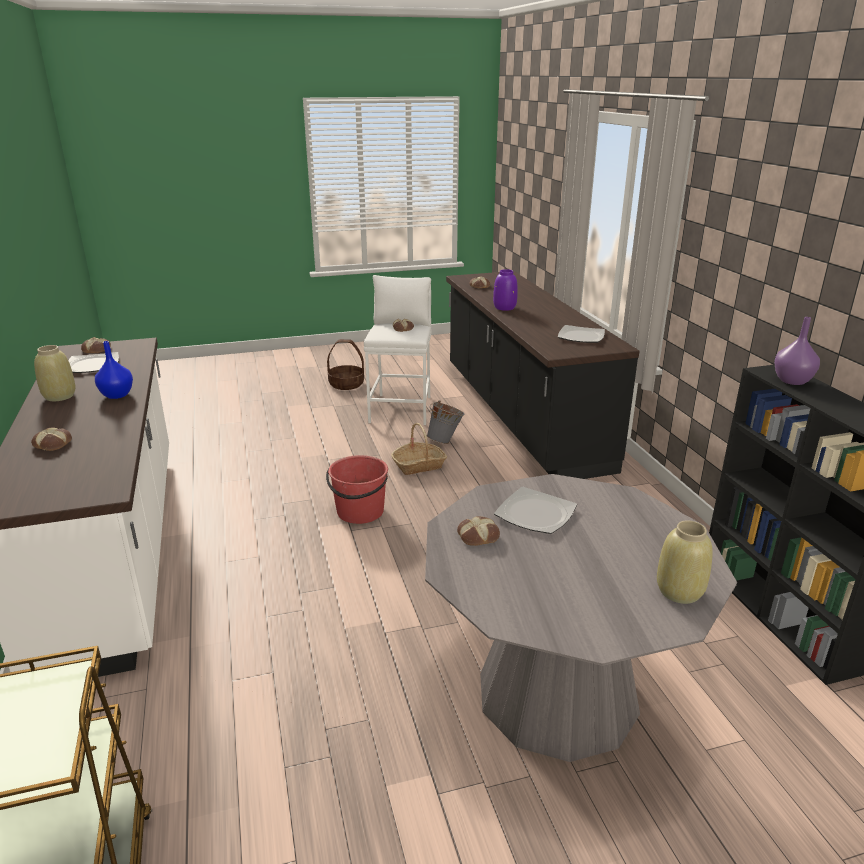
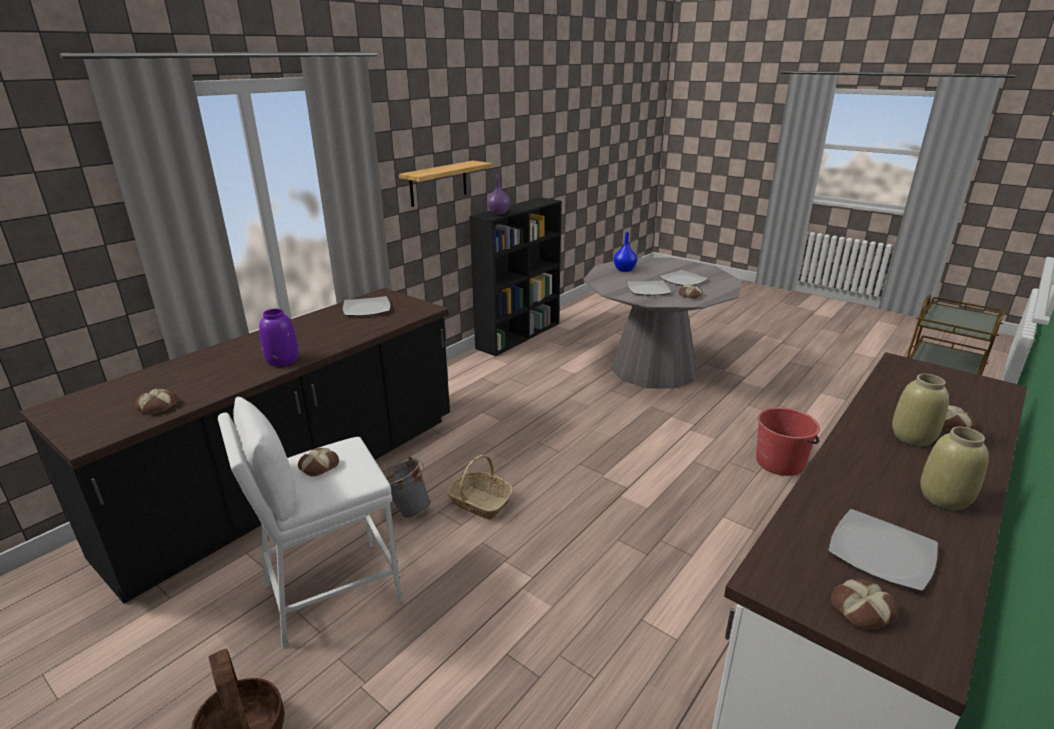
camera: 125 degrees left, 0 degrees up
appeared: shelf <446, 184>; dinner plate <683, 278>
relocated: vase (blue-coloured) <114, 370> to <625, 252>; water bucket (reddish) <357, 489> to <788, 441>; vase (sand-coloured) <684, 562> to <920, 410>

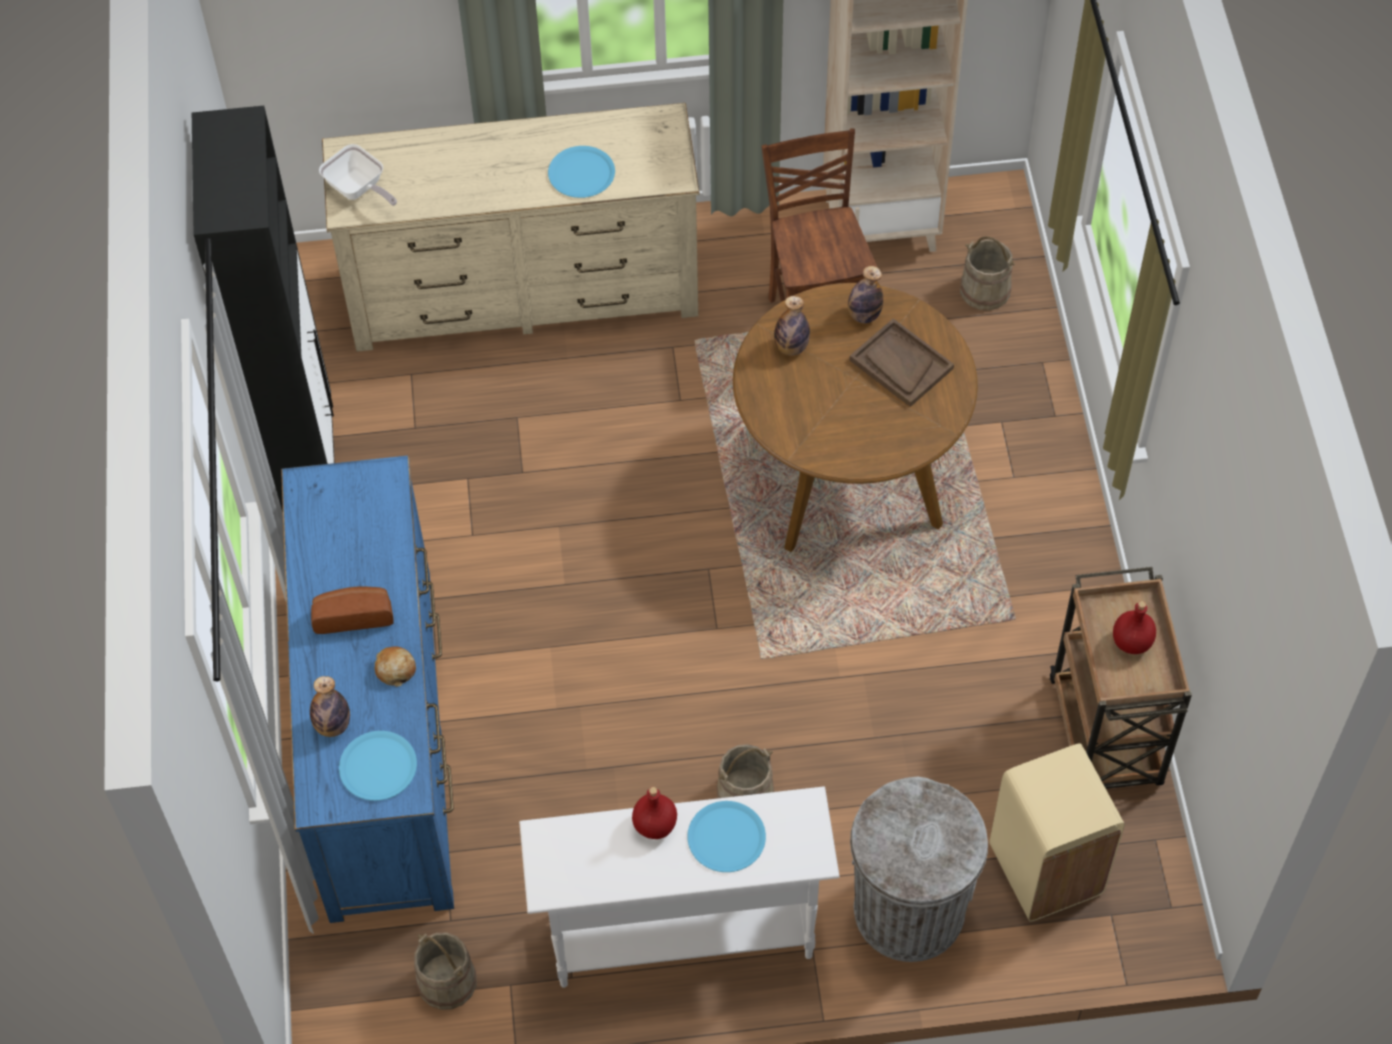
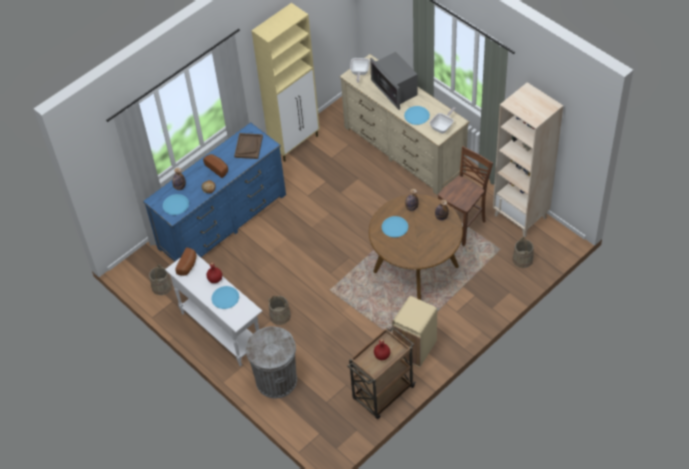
camera: 55 degrees right, 5 degrees down
appeared: bakery bread <186, 261>; kitchen microwave <394, 81>; dinner plate (blue-coloured) <395, 226>; frying pan <442, 120>
relocated: carrying tray (brown-coloured) <901, 363> to <248, 146>; rubbish bin (sand-coloured) <1057, 832> to <414, 331>
colour: cabinet (black) <263, 309> to cabinet (sand-coloured) <285, 82>

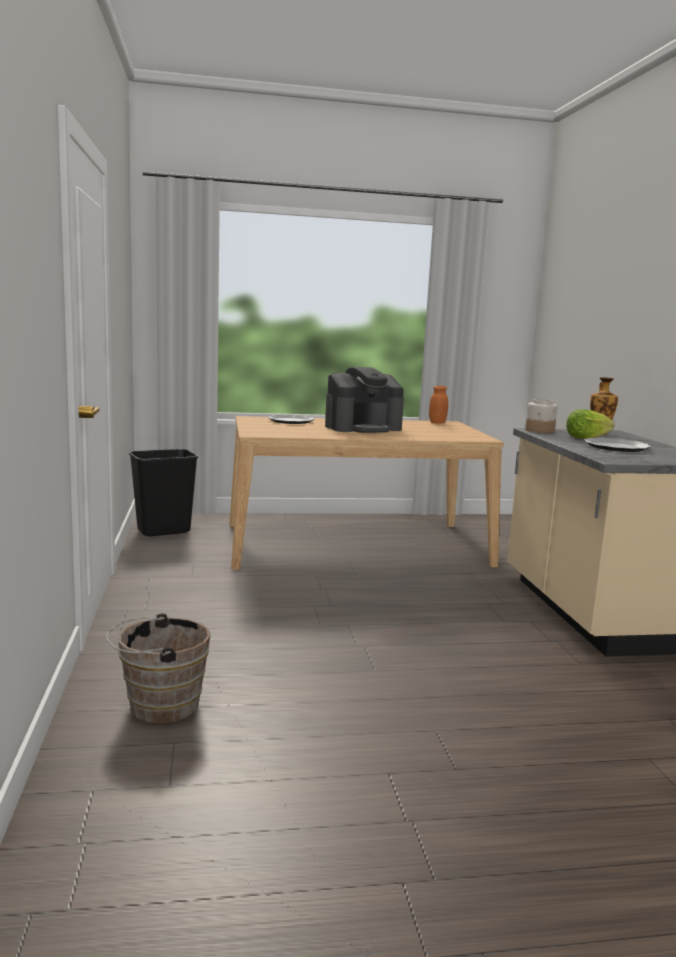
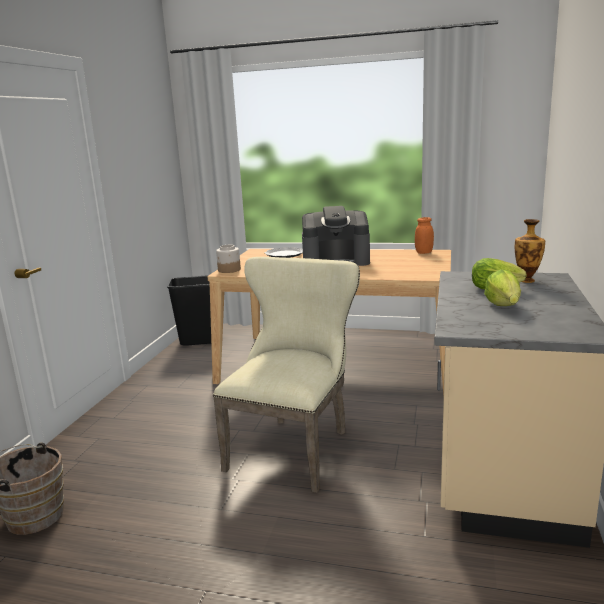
camera: 25 degrees right, 5 degrees up
appeared: plain chair (sand-coloured) <286, 375>
relocated: preserve jar <541, 416> to <228, 259>
exchanged: dinner plate <617, 445> to lettuce head <502, 287>

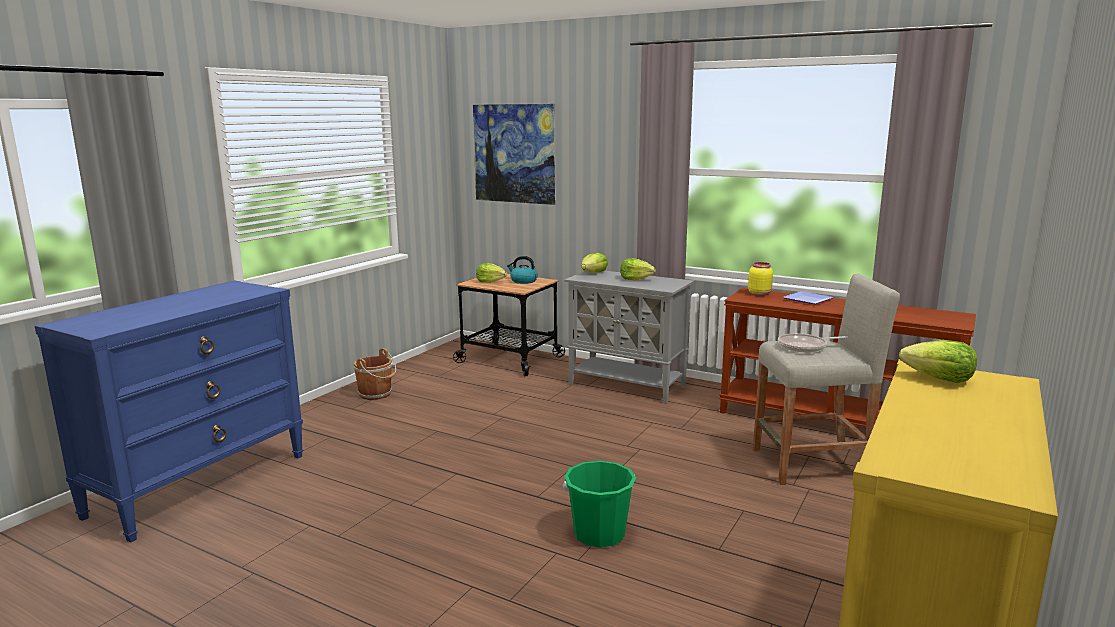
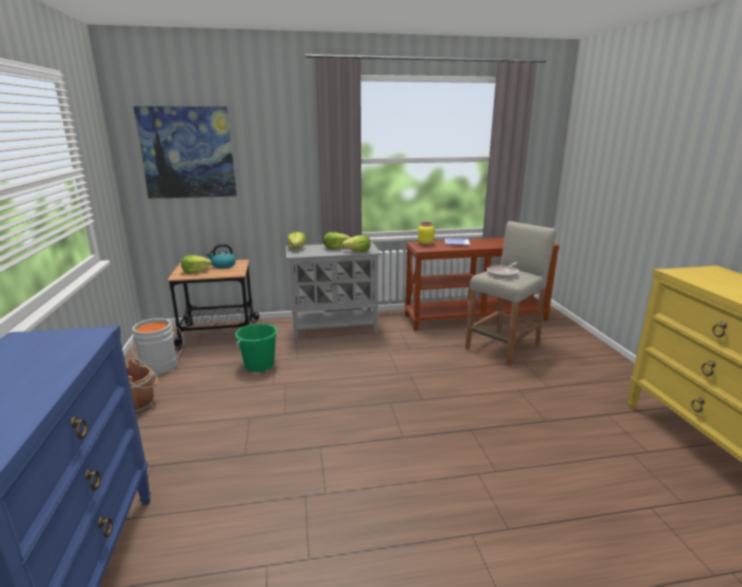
camera: 40 degrees left, 5 degrees up
appeared: water bucket (greyish) <157, 346>
relocated: water bucket (greenish) <599, 504> to <256, 348>; lettuce head <938, 361> to <356, 243>

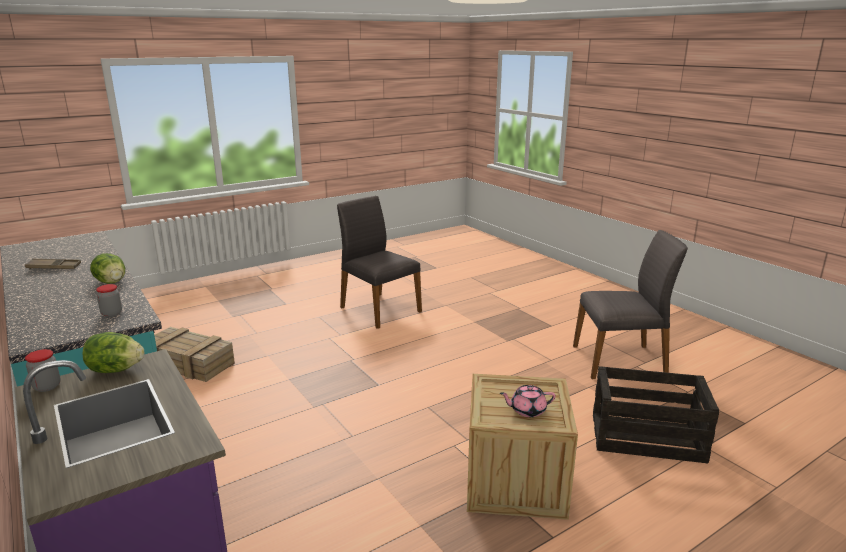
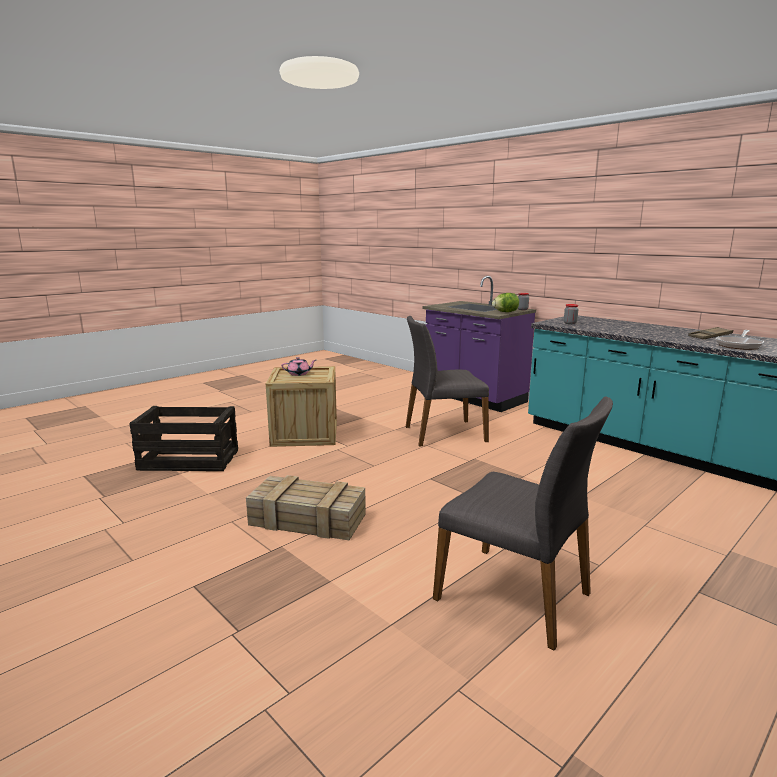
camera: 170 degrees right, 5 degrees down
missing: lettuce head <107, 268>
appeared: frying pan <740, 340>
relocated: crate <194, 354> to <306, 507>; plain chair (greyish) <630, 304> to <447, 381>

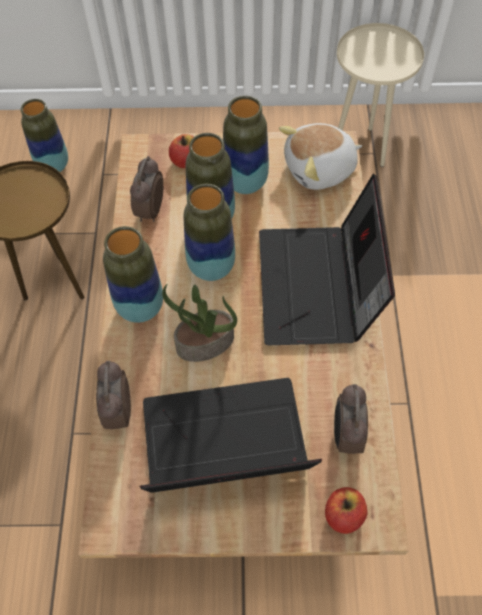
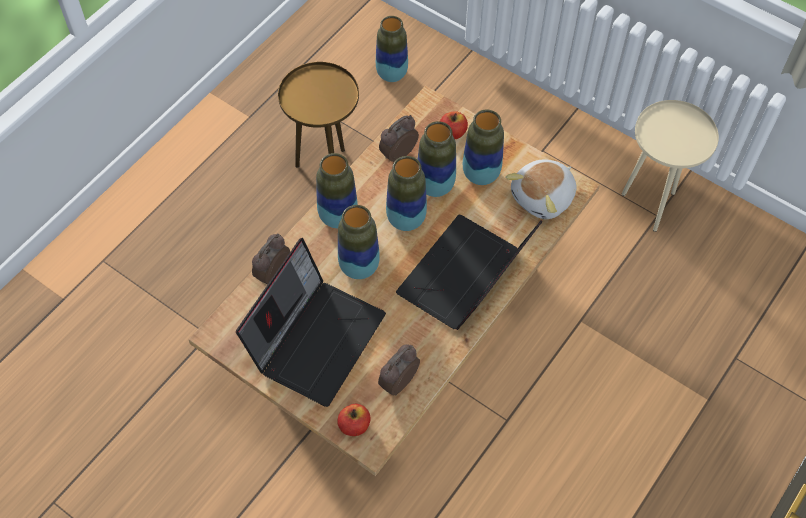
camera: 35 degrees right, 0 degrees up
exchanged: potted plant <199, 323> to vase <359, 242>
spun: laptop <231, 435> = <311, 322> 90 degrees clockwise; soft toy <320, 156> = <541, 189> 60 degrees counterclockwise

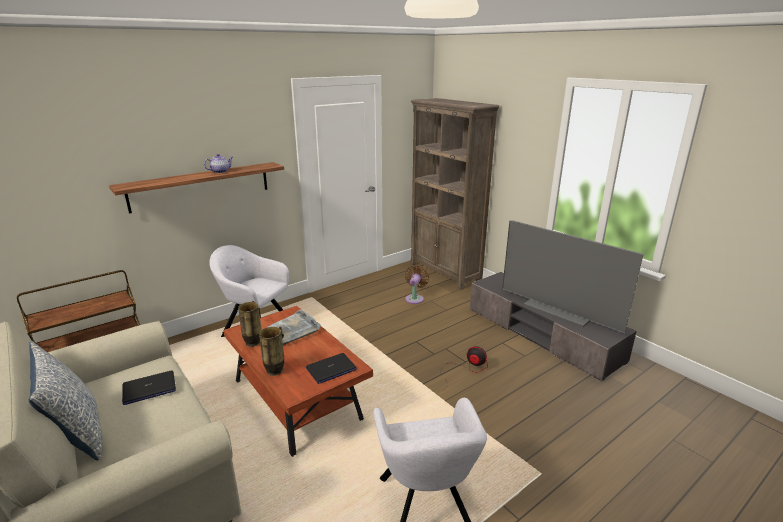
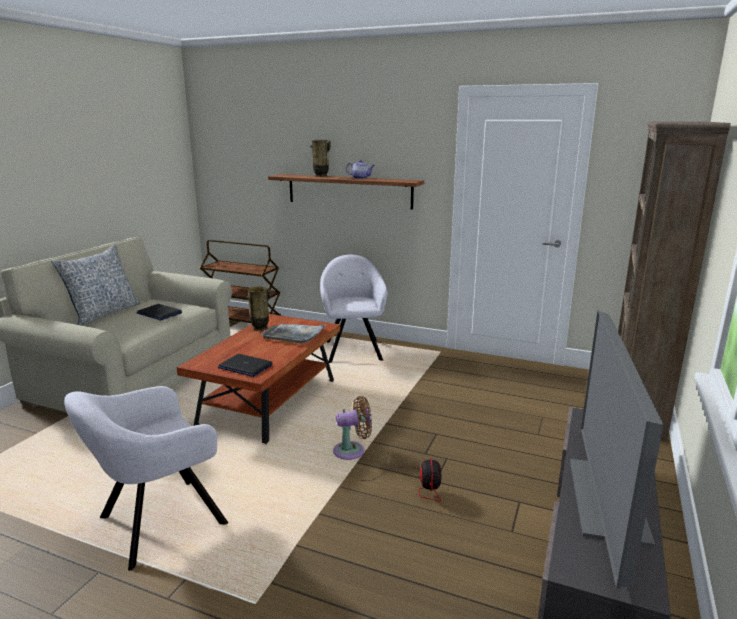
camera: 60 degrees right, 5 degrees down
relocated: vase <271, 351> to <320, 158>; fan (brown-coloured) <417, 284> to <352, 428>

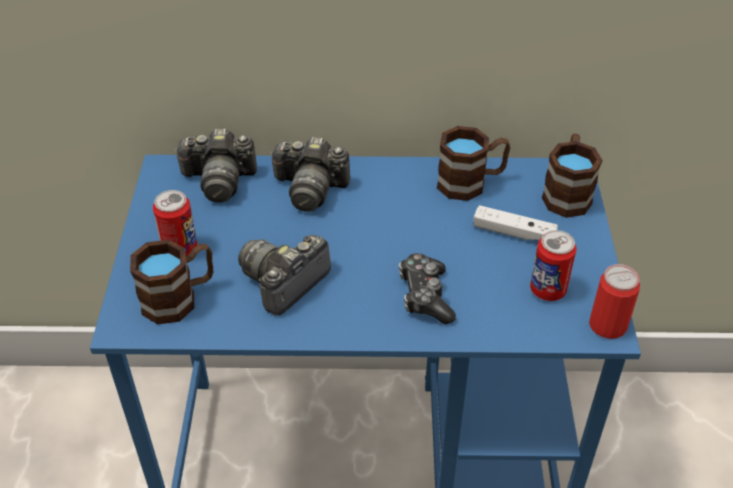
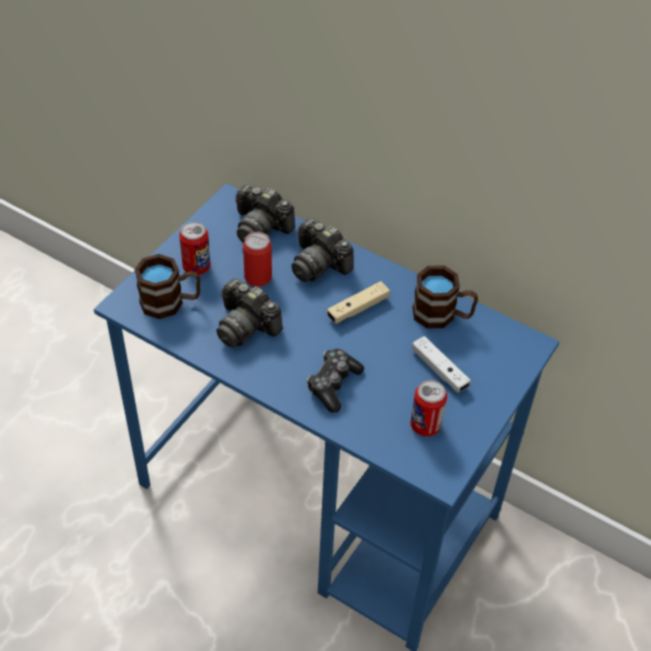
camera: 30 degrees right, 5 degrees up
missing: coffee mug (brown-coloured) <572, 176>
appeared: game controller (sand-coloured) <358, 302>
relocated: can <614, 301> to <257, 259>
spun: photo camera <284, 275> = <249, 312> 120 degrees counterclockwise

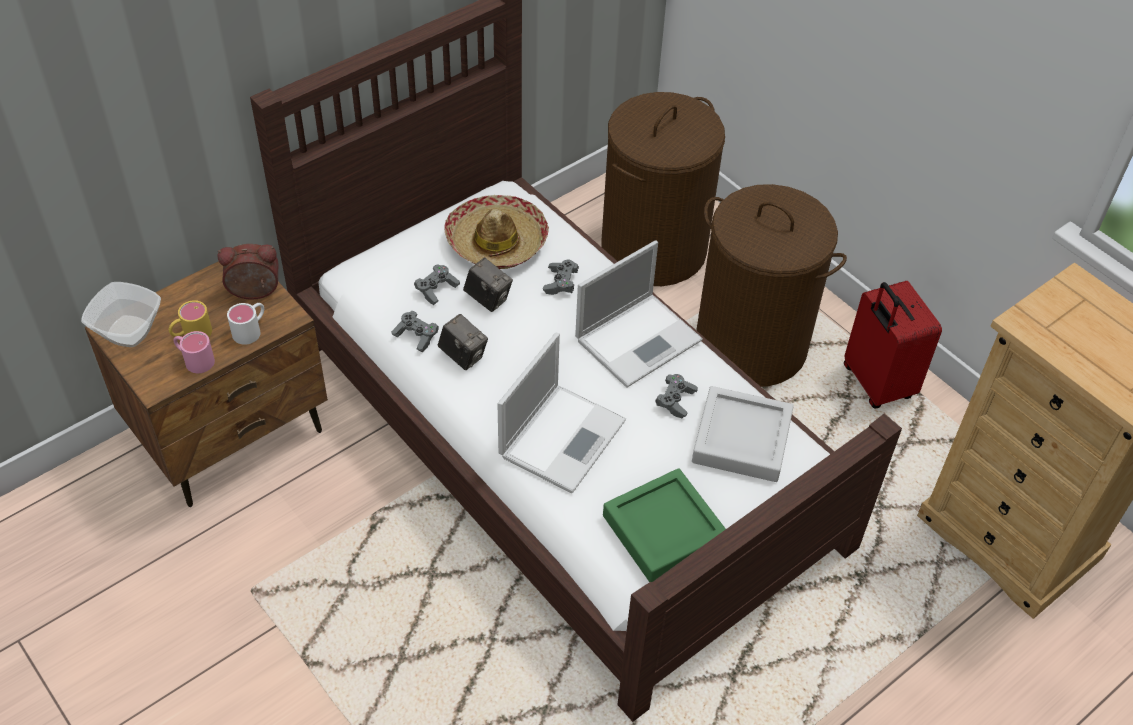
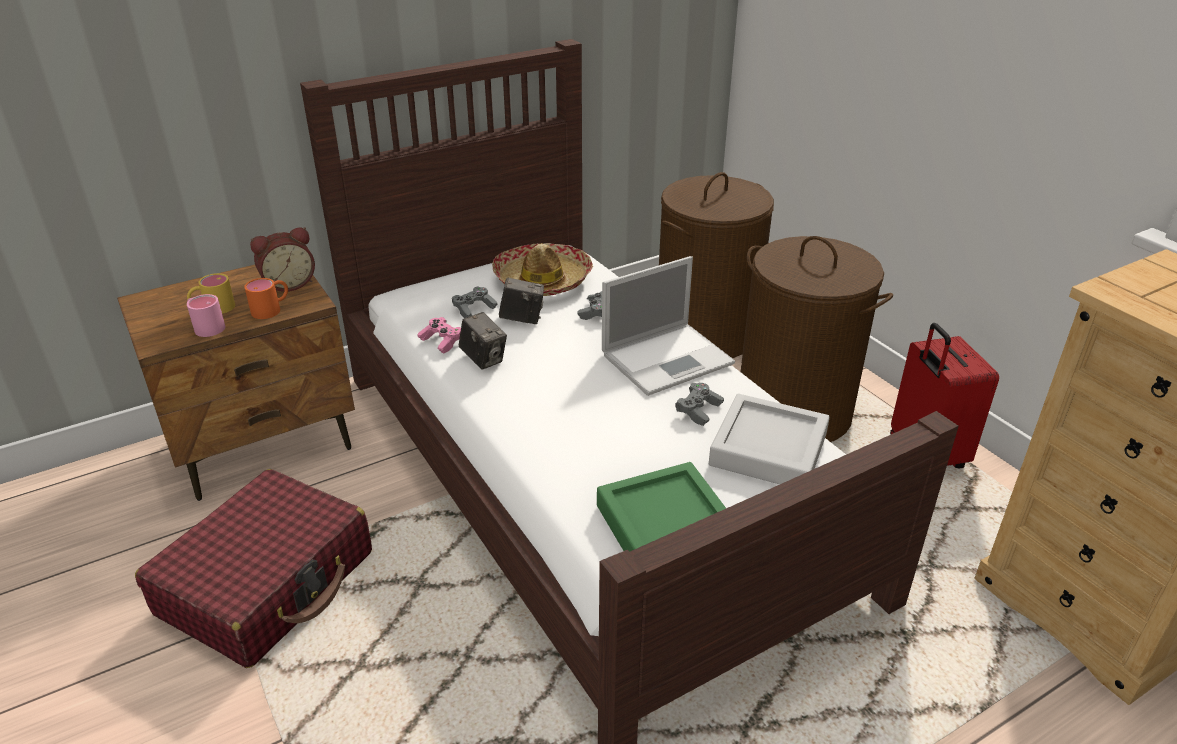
camera: 10 degrees right, 15 degrees down
missing: bowl <121, 314>; laptop <561, 413>
appeared: suitcase (reddish) <253, 568>
colour: coffee mug (white-coloured) <245, 324> to coffee mug (orange-coloured) <266, 298>; game controller (greyish) <415, 331> to game controller (pink-coloured) <439, 335>
spun: bedside clock <247, 272> = <282, 259> 150 degrees clockwise; photo camera <488, 285> = <521, 300> 45 degrees counterclockwise

